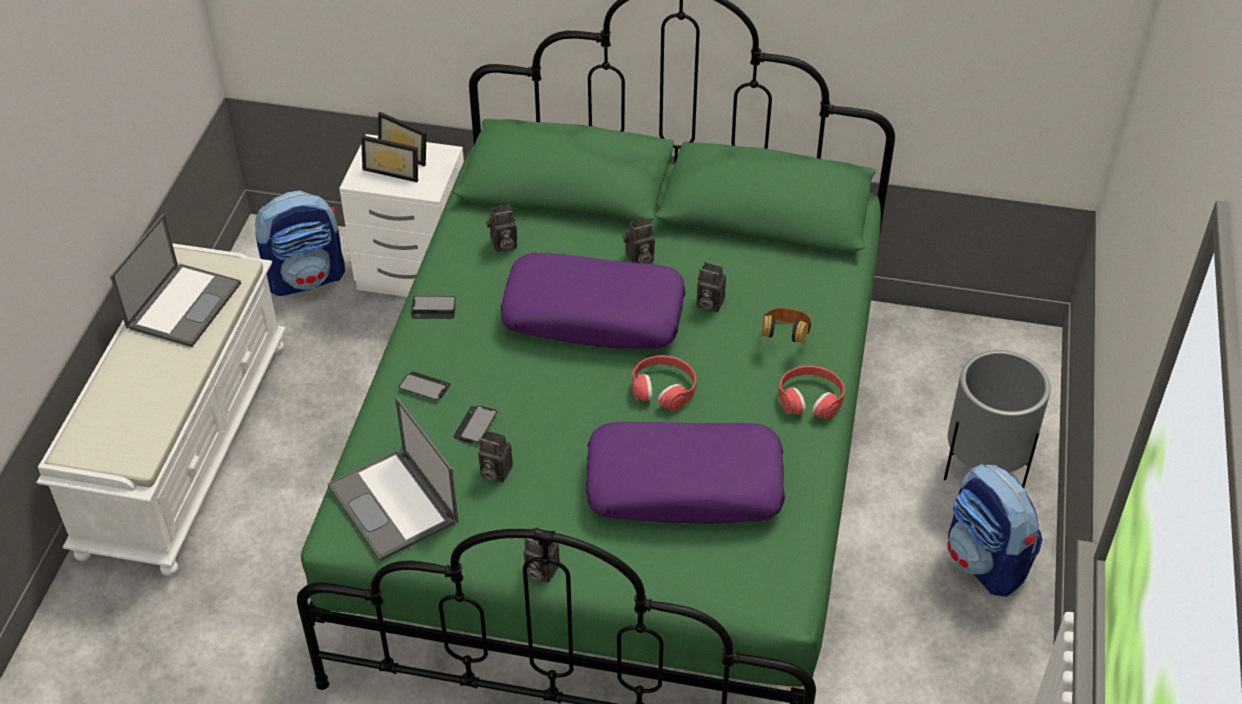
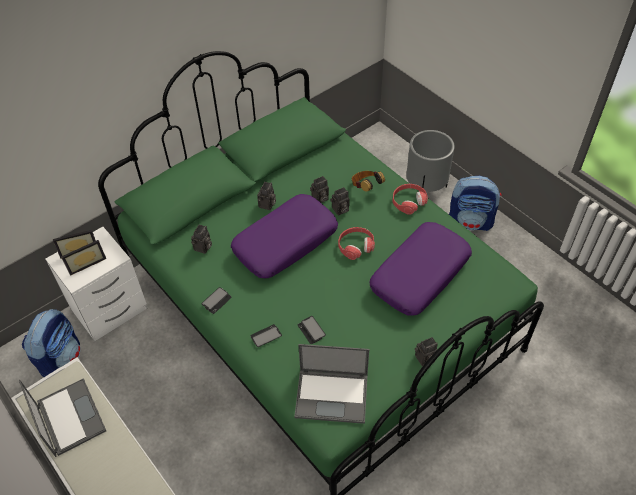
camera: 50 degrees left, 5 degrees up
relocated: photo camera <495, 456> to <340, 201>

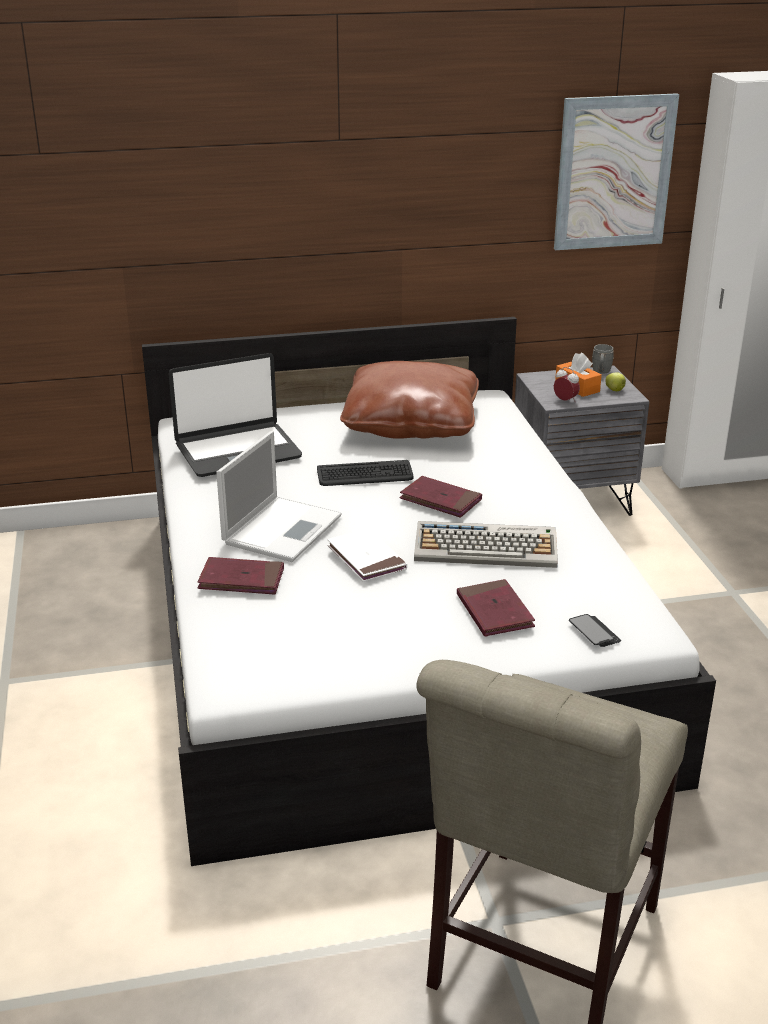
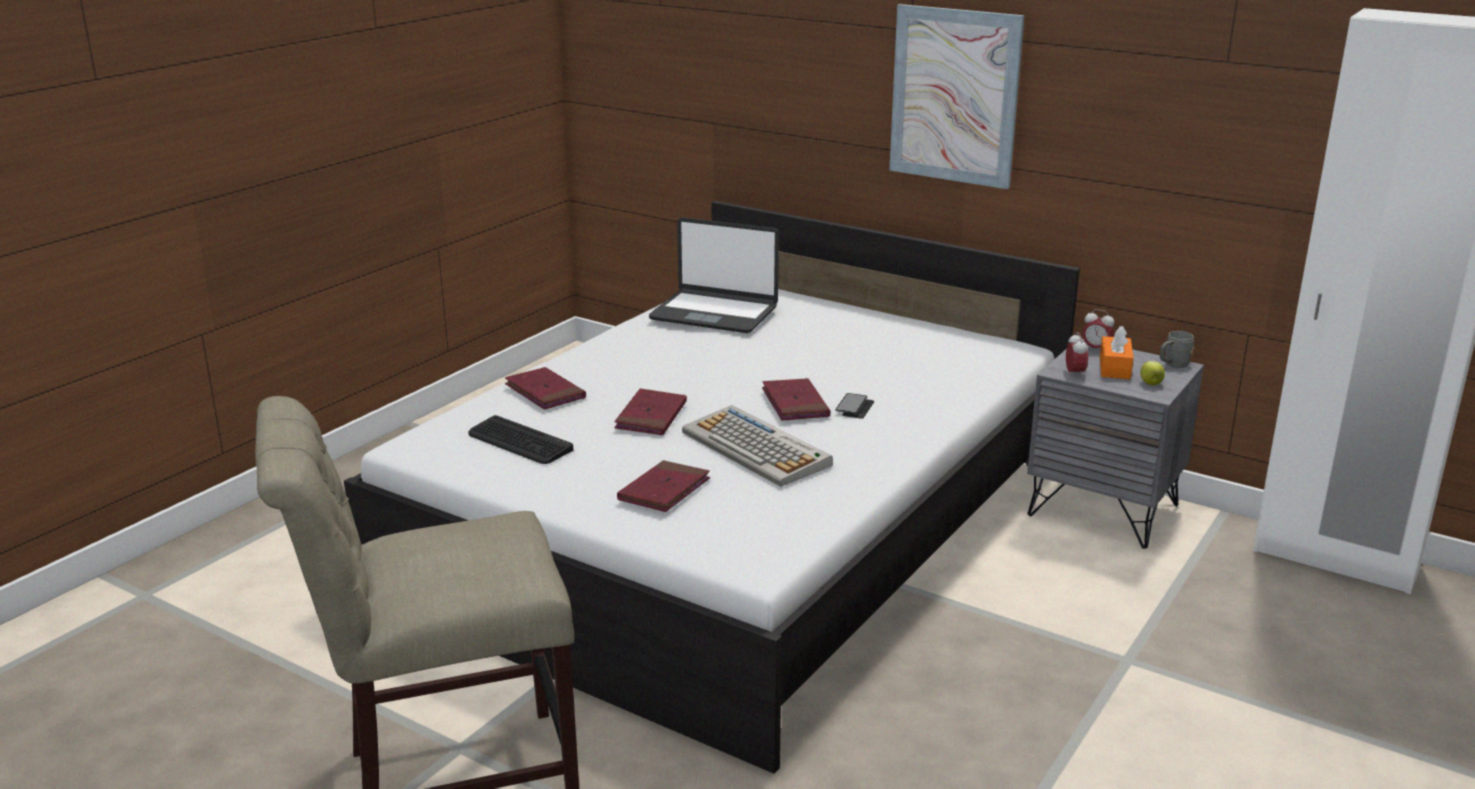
camera: 45 degrees right, 5 degrees down
missing: laptop <279, 496>; cushion (brown-coloured) <409, 400>
appeared: bedside clock <1098, 328>
relocated: computer keyboard <365, 473> to <520, 439>; picture <616, 171> to <957, 96>; telephone <595, 630> to <854, 406>
colour: book (white-coloured) <367, 555> to book (reddish) <651, 411>

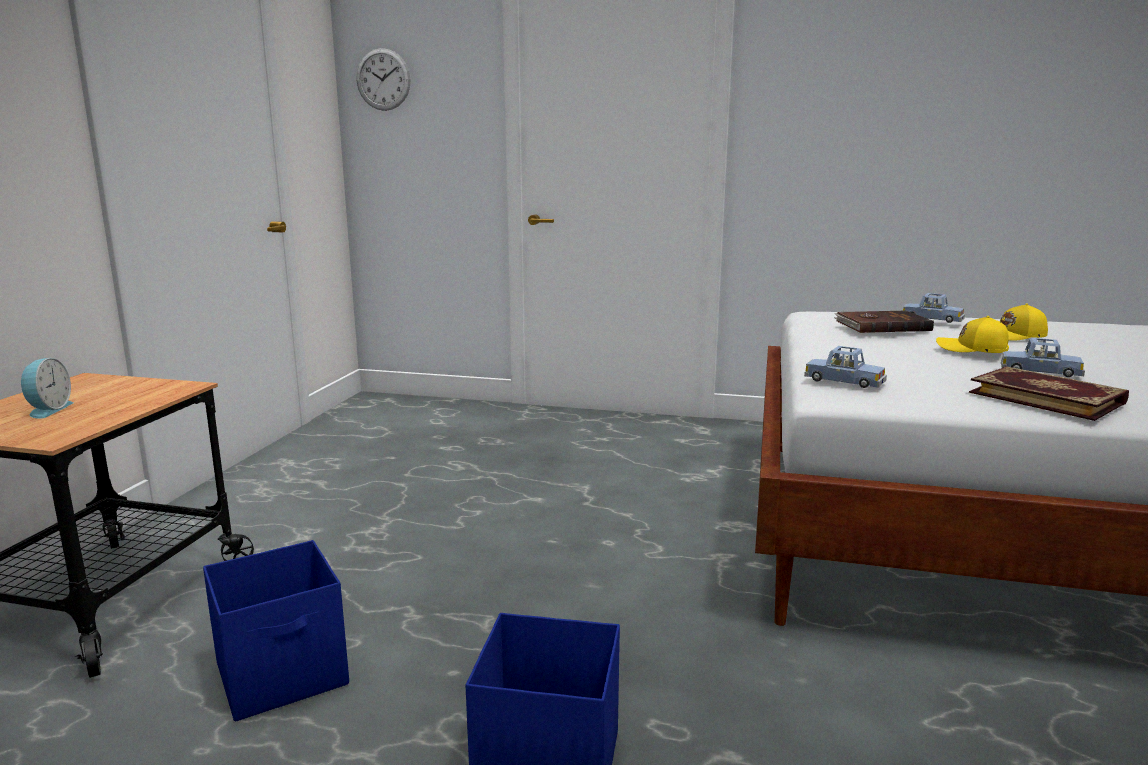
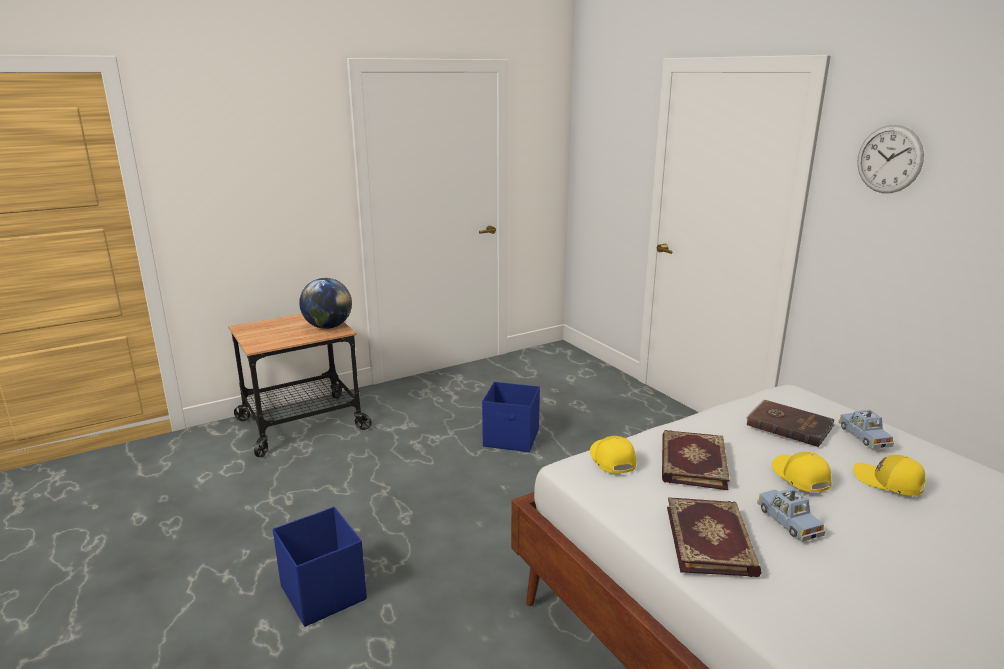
camera: 45 degrees right, 5 degrees up
missing: bedside clock <47, 388>
appeared: desk globe <325, 303>; book <696, 460>
relocated: storage box (blue-coloured) <276, 631> to <511, 417>; clock on the wall <383, 79> to <890, 159>
exchanged: toy car (blue-coloured) <845, 367> to peaked cap (yellow) <613, 455>

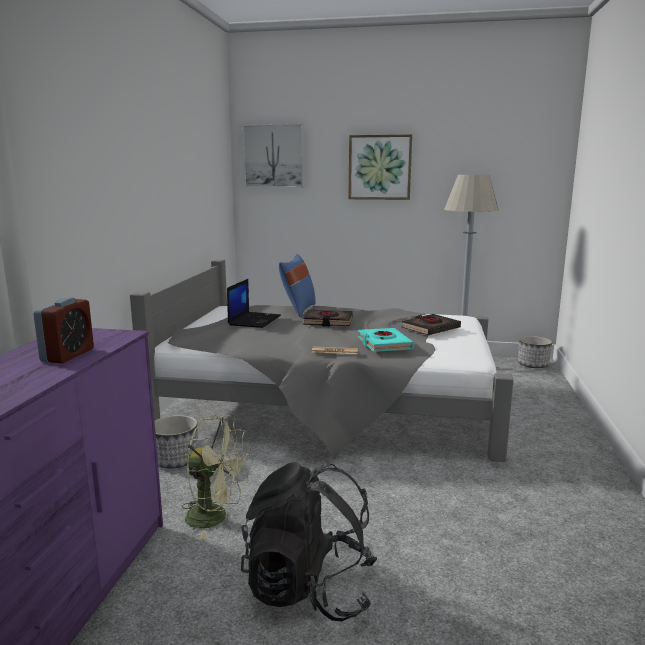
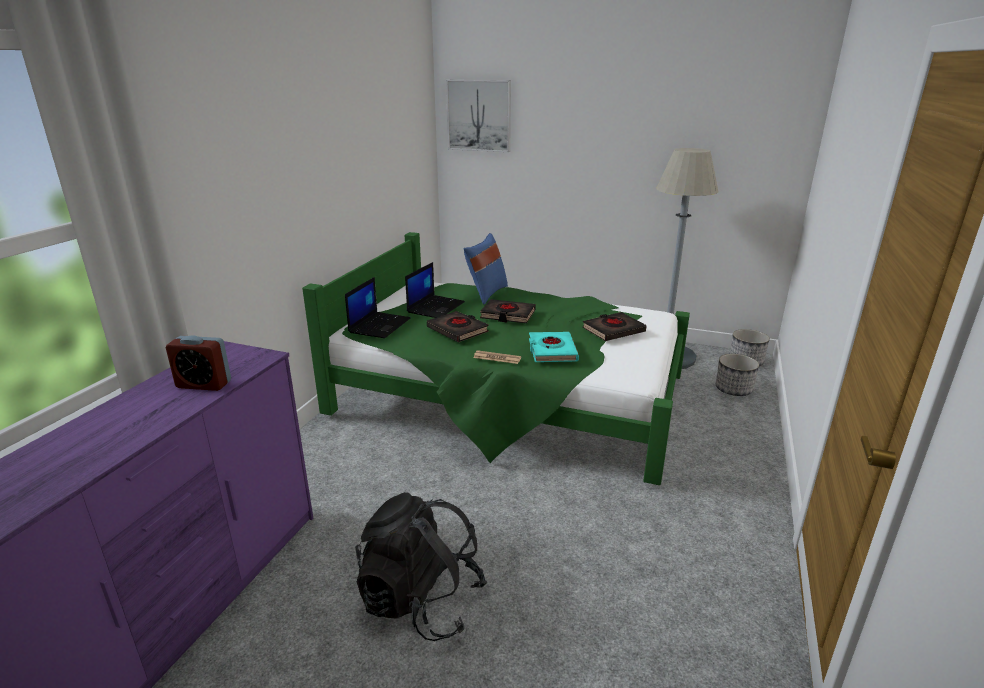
camera: 10 degrees right, 10 degrees up
missing: fan (greenish) <216, 478>; picture <380, 167>
appeared: laptop <377, 307>; book (black) <458, 326>
relocated: flower pot <176, 441> to <737, 375>
colour: sleeping bed (greyish) <322, 360> to sleeping bed (greenish) <496, 358>
spun: bedside clock <63, 330> = <198, 363> 75 degrees clockwise

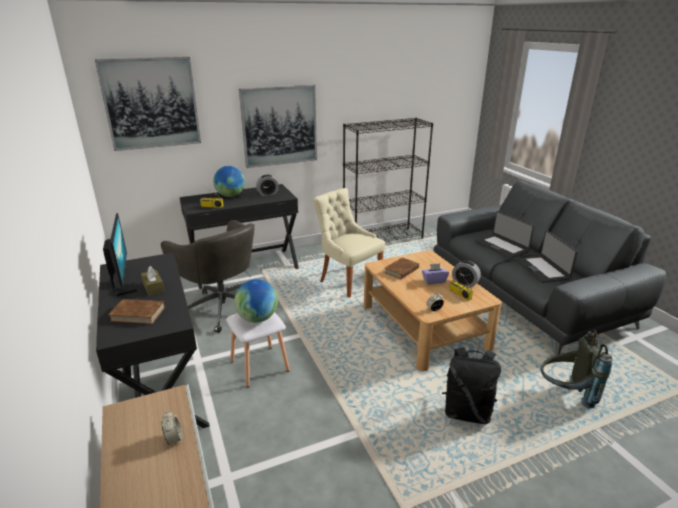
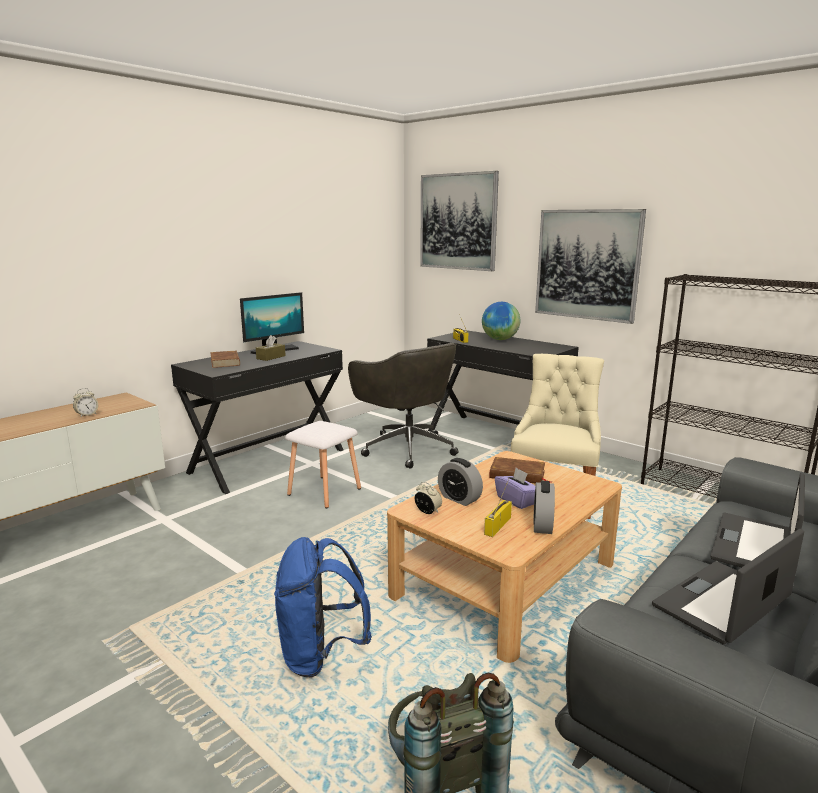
camera: 65 degrees right, 10 degrees down
missing: desk globe <256, 301>
relocated: bedside clock <267, 185> to <460, 482>
colour: knapsack (black) <471, 385> to knapsack (blue-coloured) <323, 607>
spun: desk chair (greyish) <208, 276> = <403, 406> 60 degrees counterclockwise

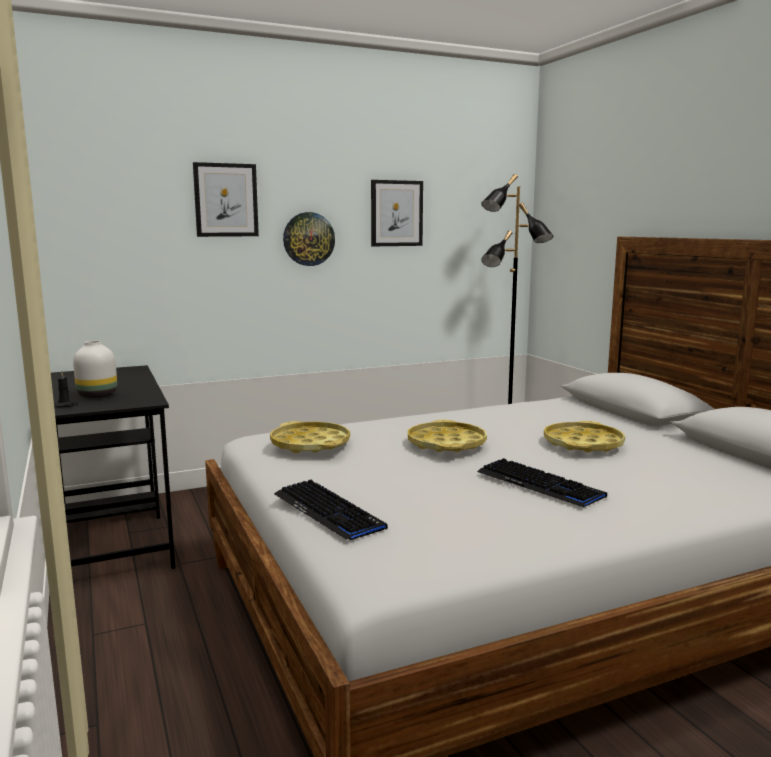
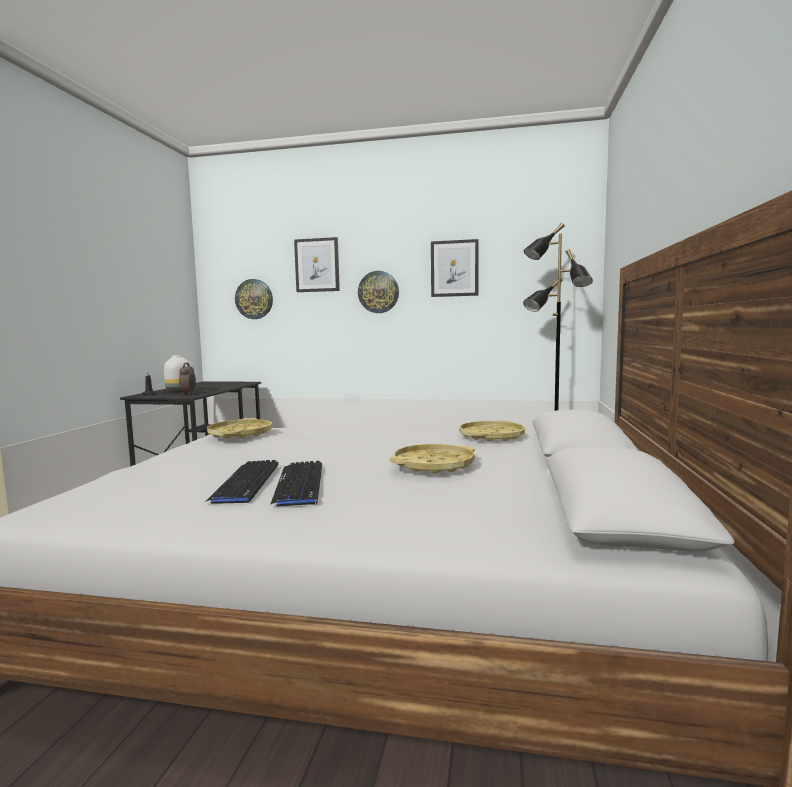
camera: 35 degrees right, 5 degrees down
appeared: bedside clock <187, 378>; clock on the wall <254, 299>
relocated: computer keyboard <331, 510> to <242, 482>; carrying tray (yellow) <447, 436> to <492, 430>

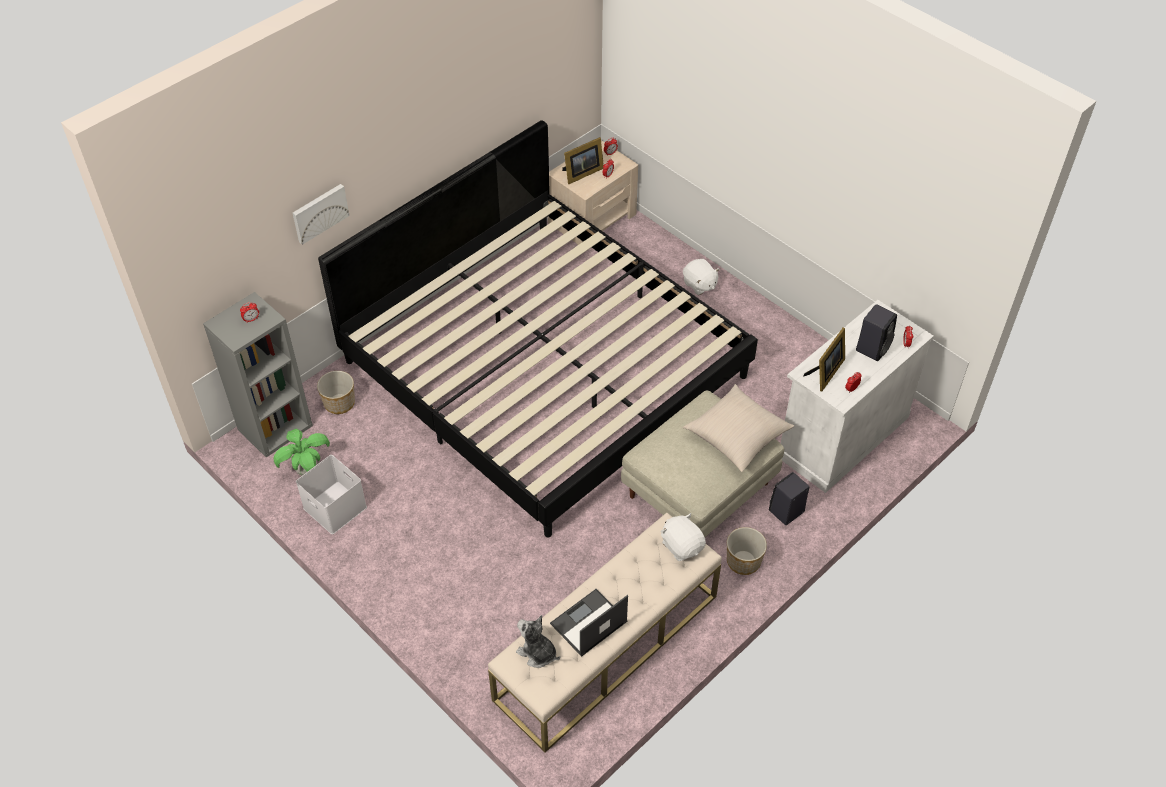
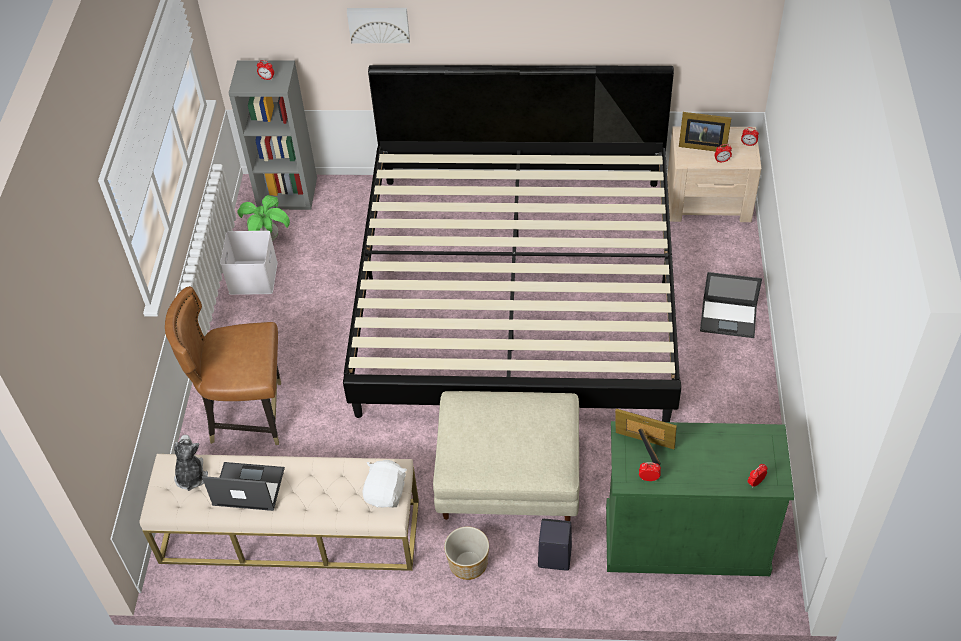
camera: 50 degrees right, 0 degrees up
missing: flower pot <336, 392>; cushion (sand-coloured) <738, 428>; speaker (black) <876, 332>
appeared: plain chair (brown-coloured) <223, 365>
exchanged: soft toy (white-coloured) <701, 277> to laptop <731, 305>
colour: cabinet (white-coloured) <857, 396> to cabinet (greenish) <700, 498>
spun: standing frame <824, 359> = <646, 437> 150 degrees counterclockwise

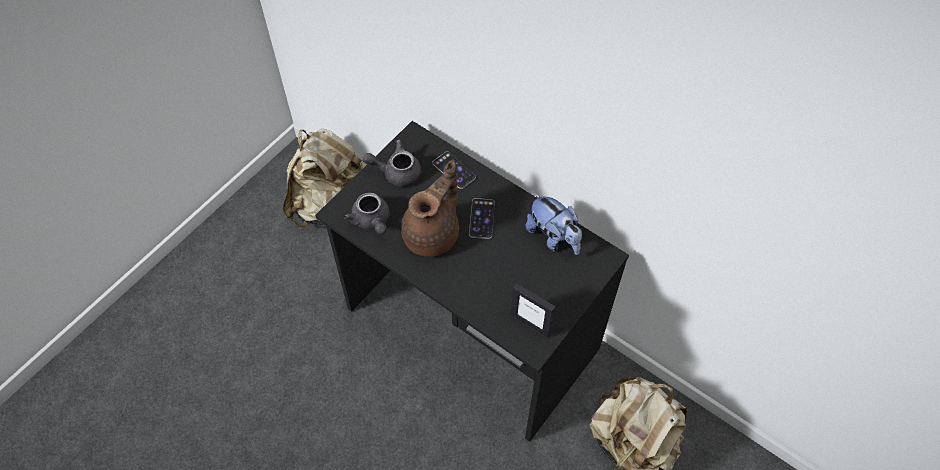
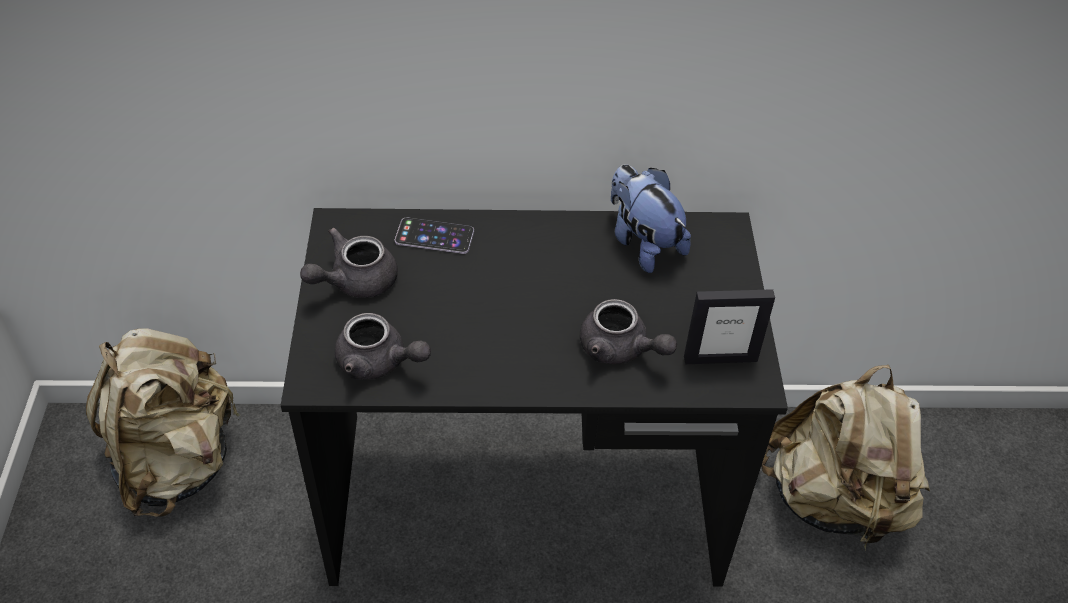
camera: 40 degrees left, 10 degrees down
missing: teapot (brown-coloured) <430, 208>; telephone <482, 218>
appeared: teapot (greyish) <628, 331>
spun: soft toy <554, 223> = <651, 218> 135 degrees counterclockwise

